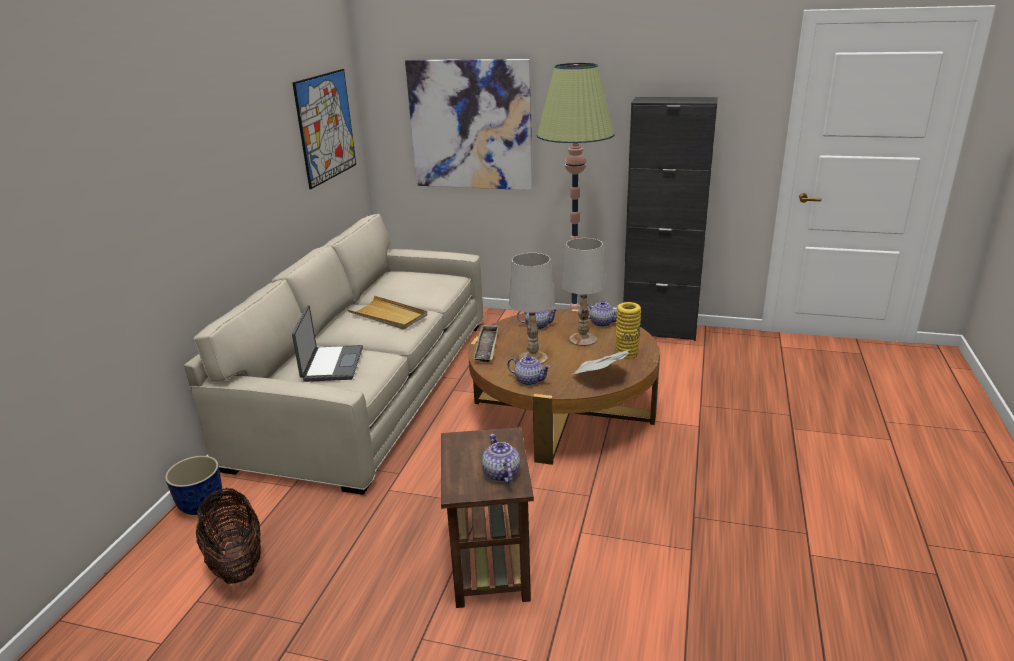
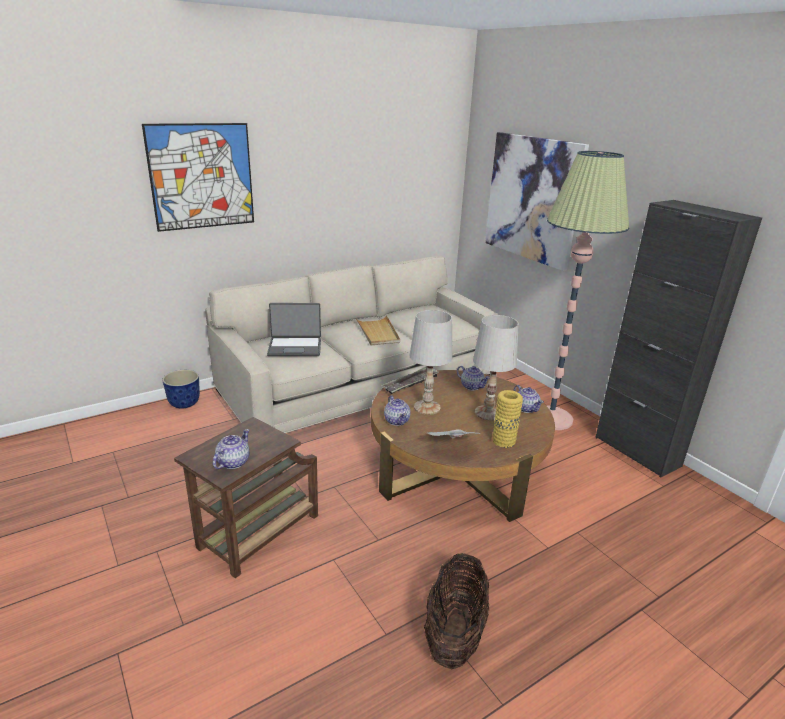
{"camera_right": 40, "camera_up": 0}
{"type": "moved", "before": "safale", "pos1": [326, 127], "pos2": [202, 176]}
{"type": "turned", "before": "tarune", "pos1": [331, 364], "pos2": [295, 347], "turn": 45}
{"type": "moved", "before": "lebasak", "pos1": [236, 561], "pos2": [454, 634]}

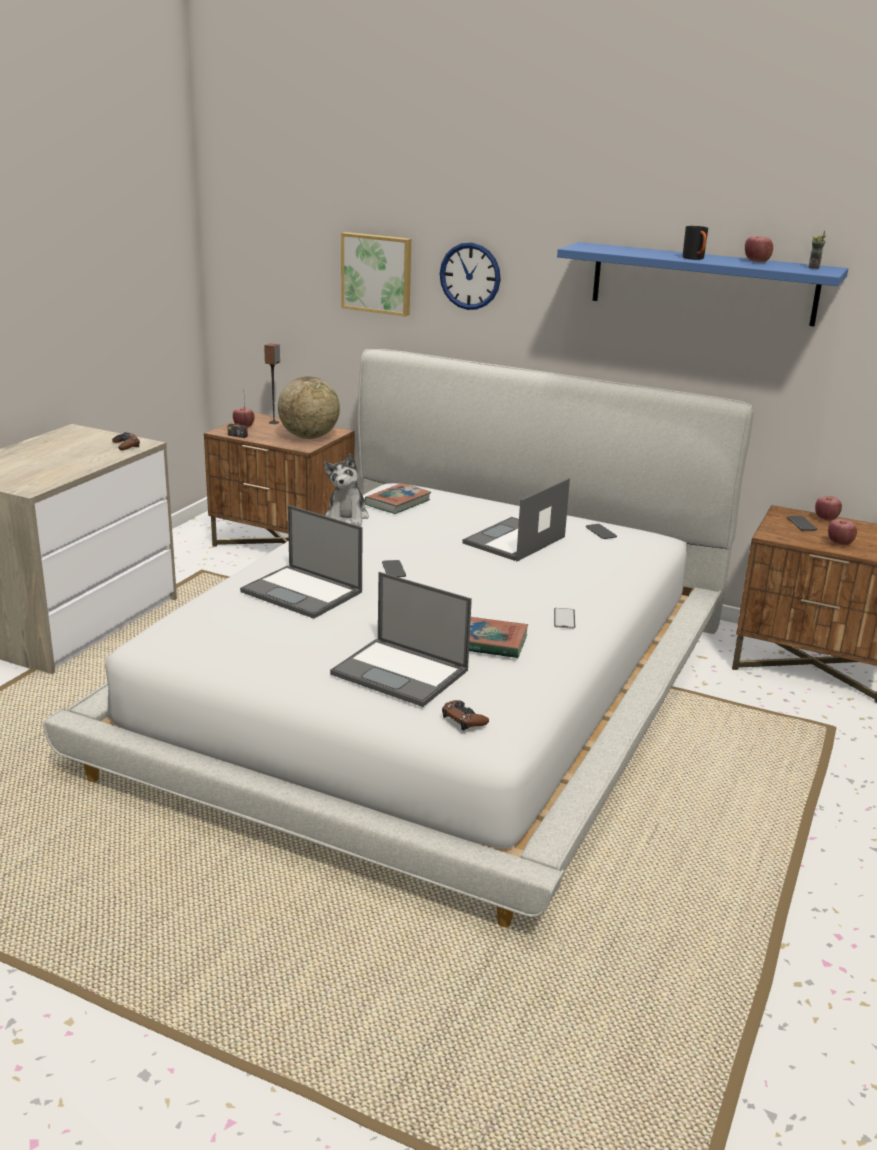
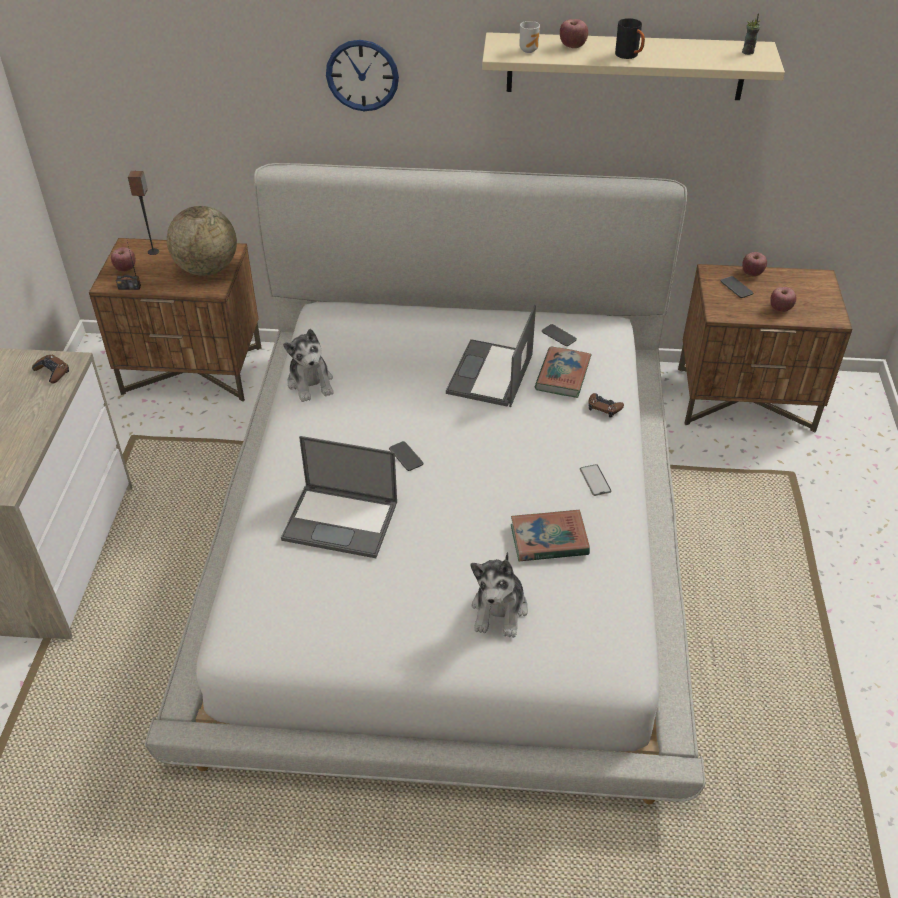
{"camera_right": -20, "camera_up": 20}
{"type": "removed", "before": "safale", "pos1": [377, 273]}
{"type": "moved", "before": "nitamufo", "pos1": [756, 261], "pos2": [572, 46]}
{"type": "recoloured", "before": "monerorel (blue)", "after": "monerorel (beige)", "pos1": [703, 283], "pos2": [625, 66]}
{"type": "moved", "before": "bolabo", "pos1": [397, 503], "pos2": [562, 375]}
{"type": "replaced", "before": "tarune", "after": "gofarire", "pos1": [401, 672], "pos2": [499, 610]}
{"type": "moved", "before": "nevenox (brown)", "pos1": [464, 719], "pos2": [604, 407]}
{"type": "added", "after": "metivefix", "pos2": [529, 50]}

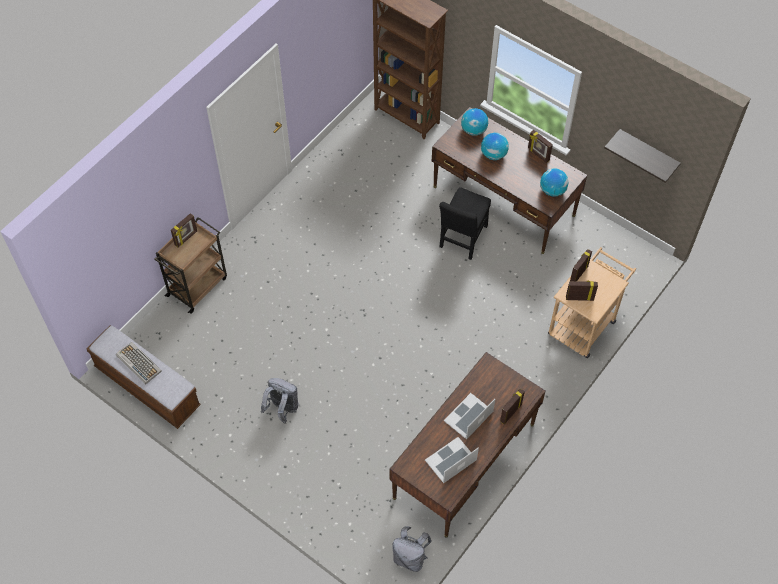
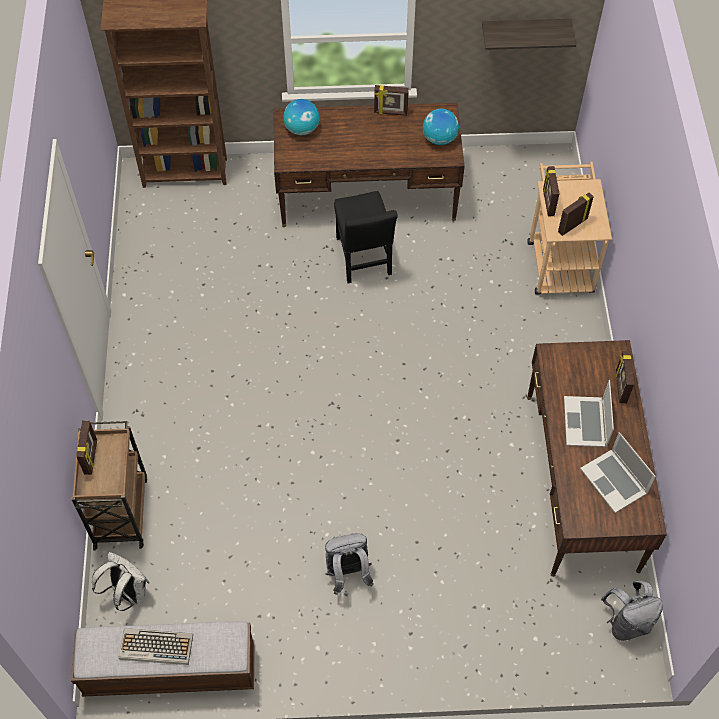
{"camera_right": -40, "camera_up": 0}
{"type": "removed", "before": "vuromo", "pos1": [493, 154]}
{"type": "turned", "before": "tarune", "pos1": [451, 460], "pos2": [614, 480], "turn": -45}
{"type": "added", "after": "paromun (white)", "pos2": [127, 592]}

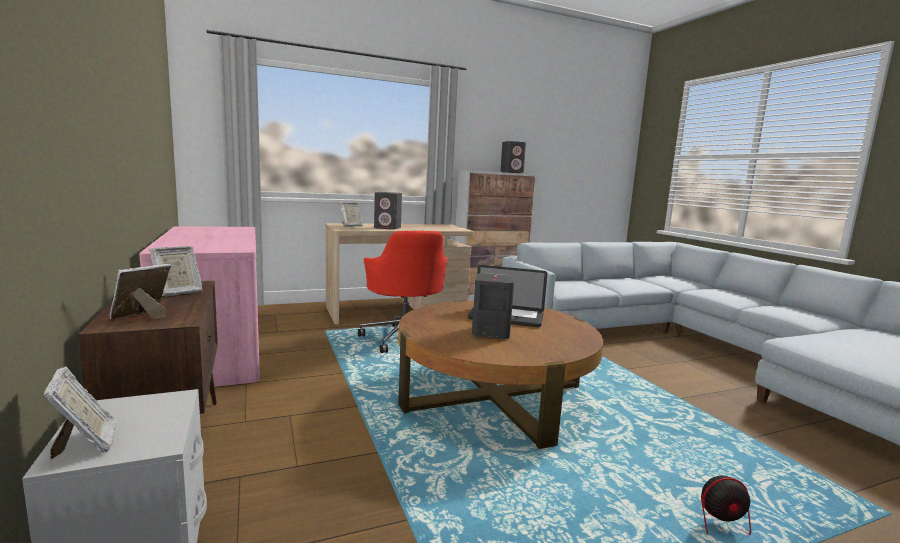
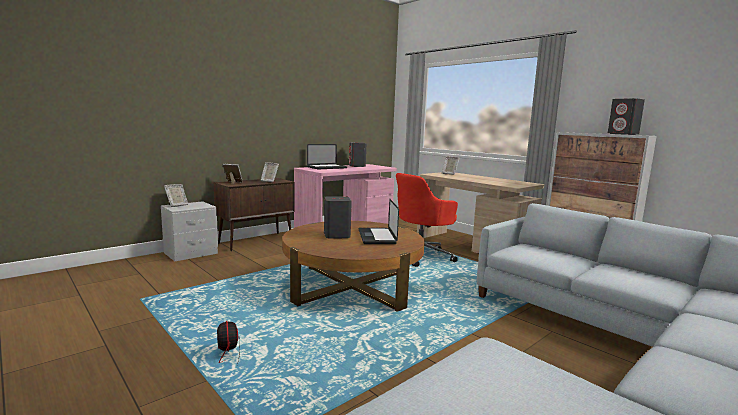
{"camera_right": 70, "camera_up": 0}
{"type": "moved", "before": "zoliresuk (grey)", "pos1": [388, 228], "pos2": [357, 166]}
{"type": "added", "after": "tarune", "pos2": [327, 167]}

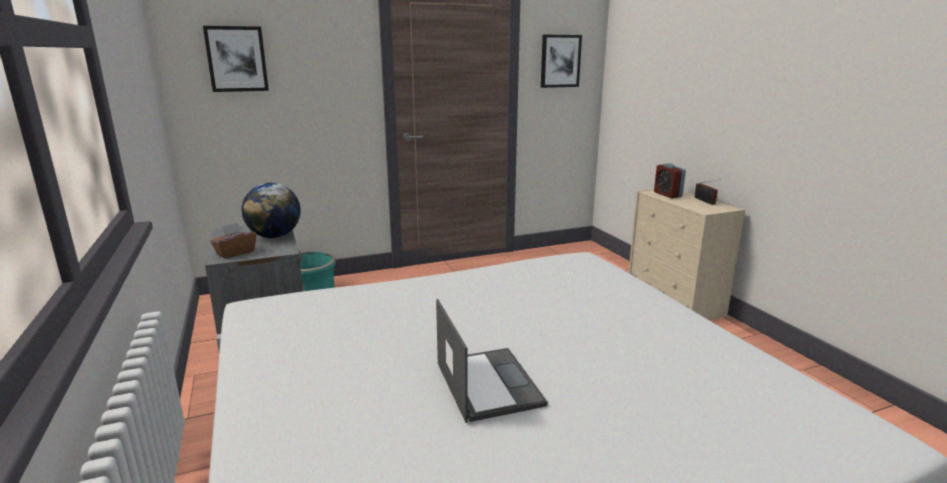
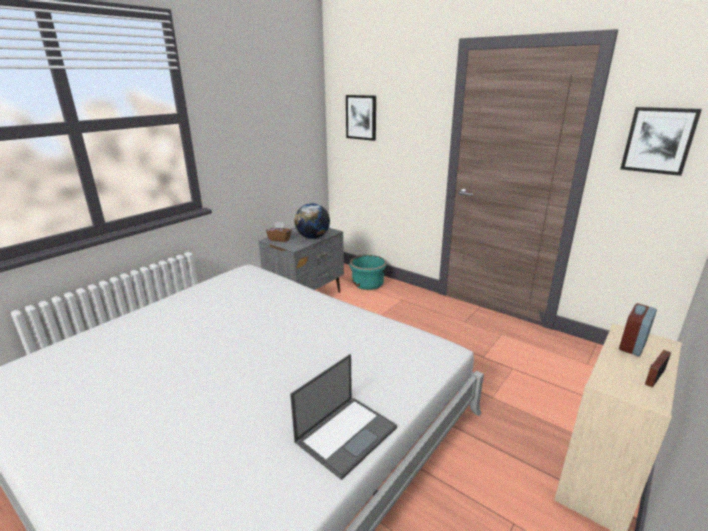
{"camera_right": 60, "camera_up": 5}
{"type": "moved", "before": "tarune", "pos1": [487, 383], "pos2": [346, 434]}

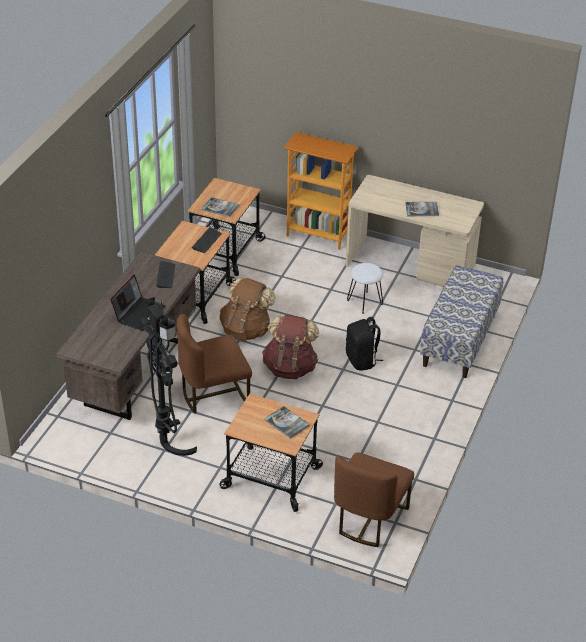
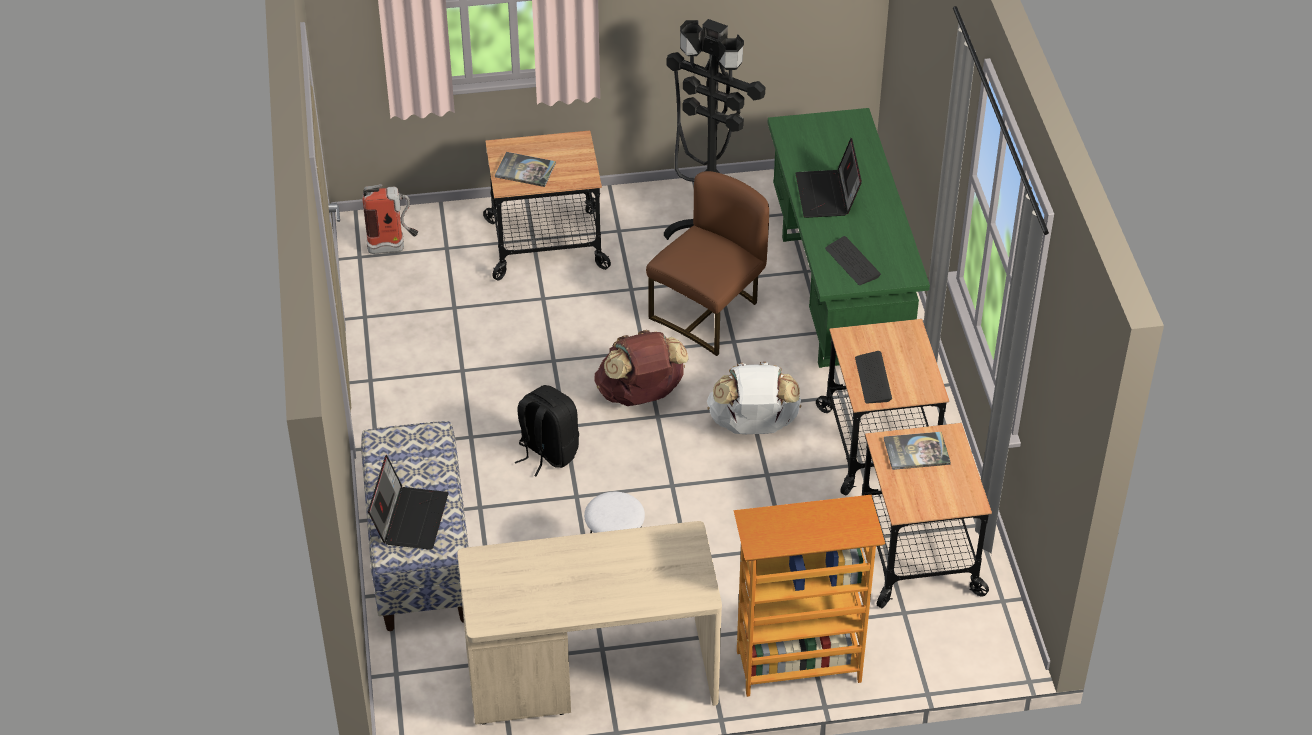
{"camera_right": 150, "camera_up": 5}
{"type": "removed", "before": "bolabo", "pos1": [422, 209]}
{"type": "recoloured", "before": "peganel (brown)", "after": "peganel (green)", "pos1": [135, 372], "pos2": [839, 297]}
{"type": "recoloured", "before": "paromun (brown)", "after": "paromun (white)", "pos1": [246, 330], "pos2": [753, 426]}
{"type": "replaced", "before": "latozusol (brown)", "after": "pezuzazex", "pos1": [369, 519], "pos2": [393, 247]}
{"type": "added", "after": "tarune", "pos2": [410, 517]}

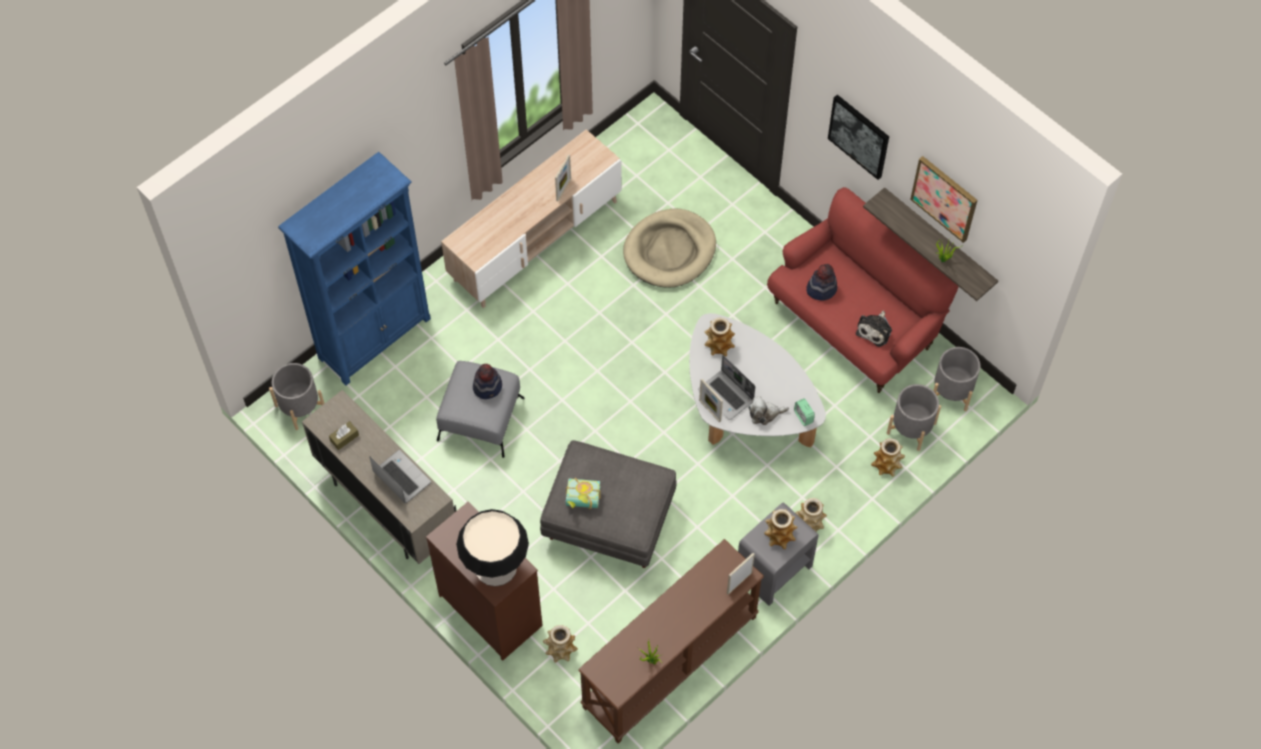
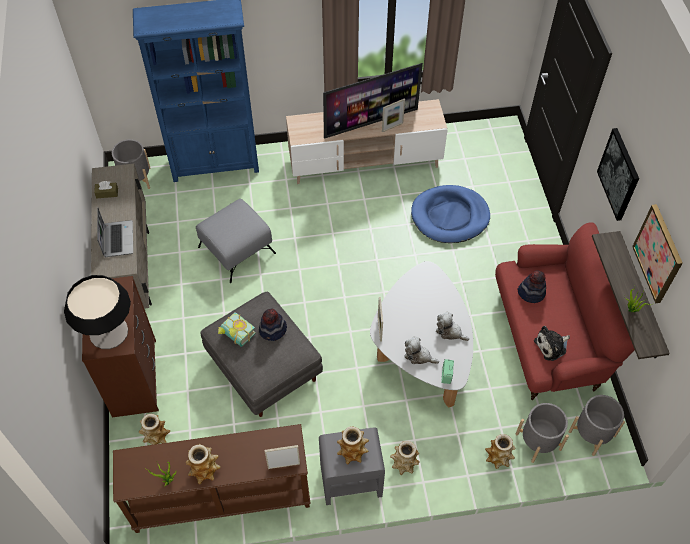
{"camera_right": 35, "camera_up": -5}
{"type": "recoloured", "before": "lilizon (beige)", "after": "lilizon (blue)", "pos1": [670, 251], "pos2": [450, 216]}
{"type": "moved", "before": "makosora", "pos1": [719, 344], "pos2": [204, 469]}
{"type": "removed", "before": "tarune", "pos1": [726, 395]}
{"type": "moved", "before": "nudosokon", "pos1": [488, 386], "pos2": [273, 330]}
{"type": "added", "after": "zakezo", "pos2": [370, 122]}
{"type": "added", "after": "gofarire", "pos2": [450, 331]}

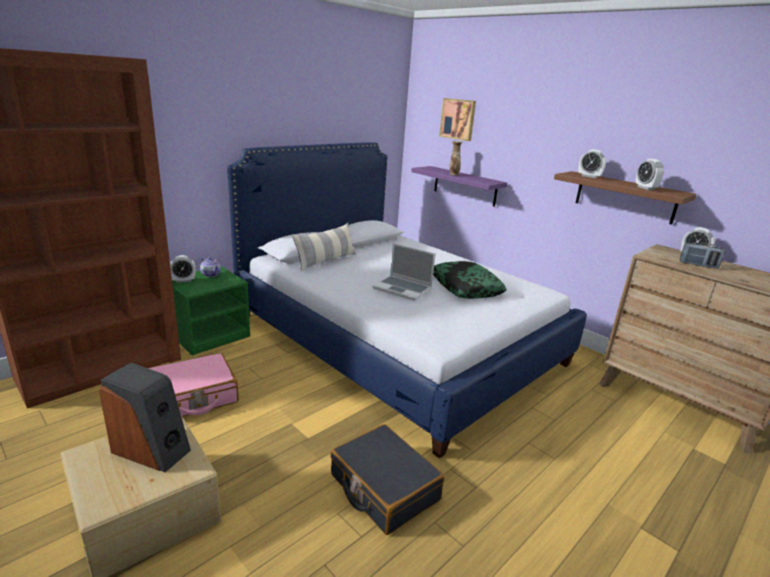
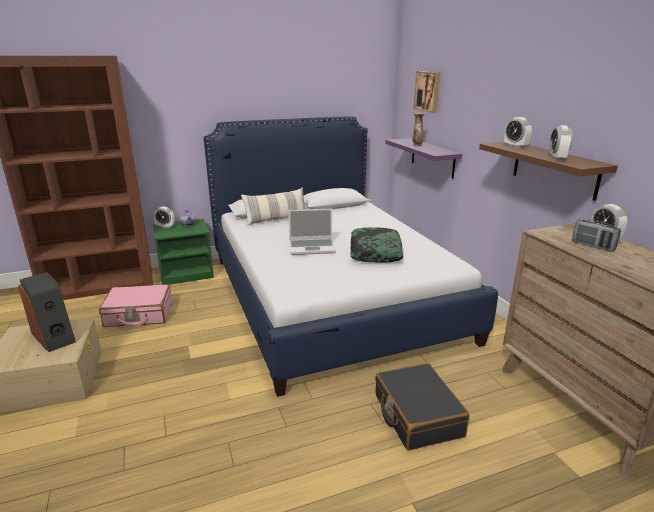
{"camera_right": 25, "camera_up": 0}
{"type": "turned", "before": "tarune", "pos1": [403, 289], "pos2": [312, 247], "turn": -60}
{"type": "moved", "before": "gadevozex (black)", "pos1": [383, 487], "pos2": [417, 415]}

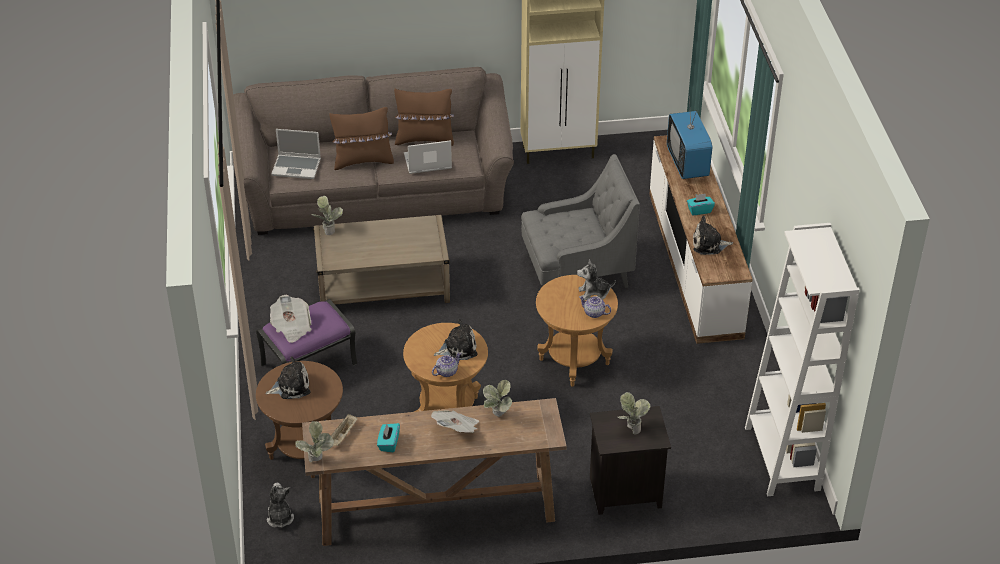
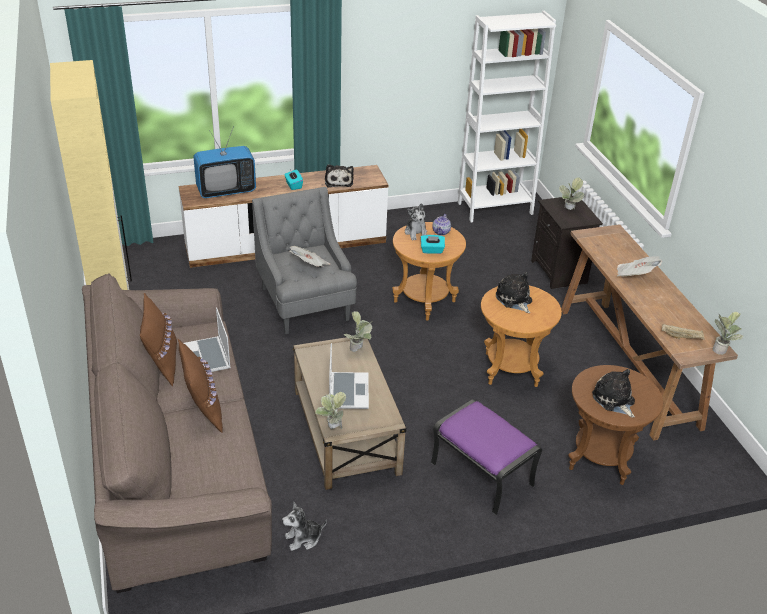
{"camera_right": -100, "camera_up": -5}
{"type": "moved", "before": "tarune", "pos1": [297, 167], "pos2": [347, 391]}
{"type": "moved", "before": "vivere", "pos1": [291, 327], "pos2": [310, 265]}
{"type": "removed", "before": "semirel", "pos1": [446, 372]}
{"type": "moved", "before": "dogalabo", "pos1": [497, 416], "pos2": [359, 349]}
{"type": "moved", "before": "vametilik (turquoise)", "pos1": [388, 443], "pos2": [432, 250]}
{"type": "moved", "before": "gofarire", "pos1": [280, 518], "pos2": [303, 538]}

